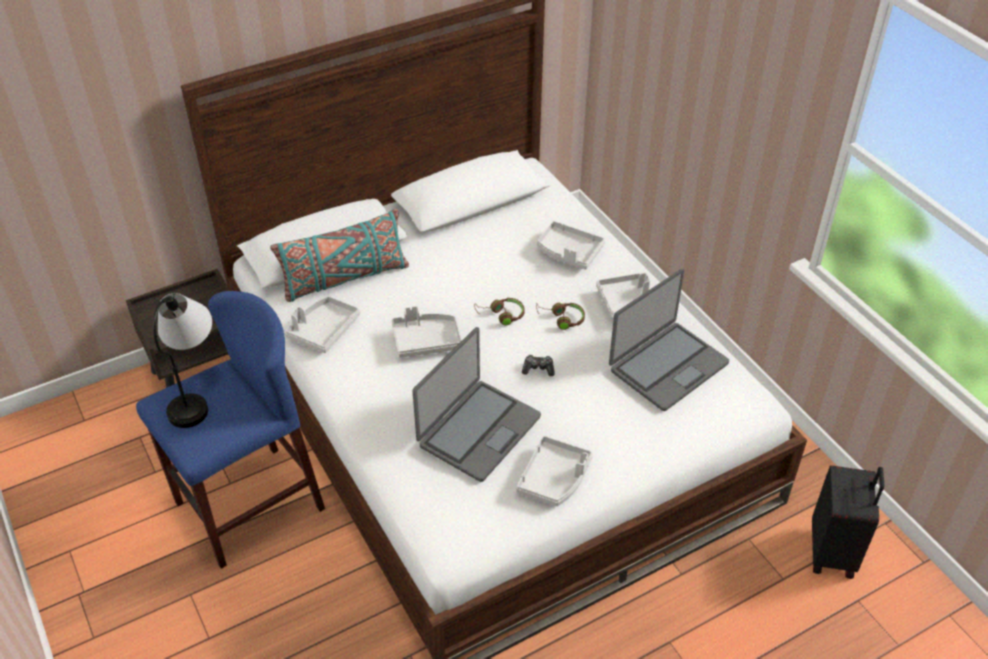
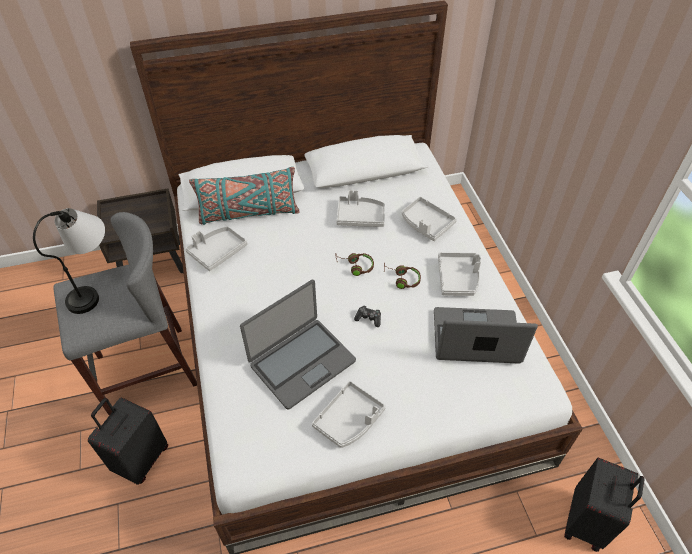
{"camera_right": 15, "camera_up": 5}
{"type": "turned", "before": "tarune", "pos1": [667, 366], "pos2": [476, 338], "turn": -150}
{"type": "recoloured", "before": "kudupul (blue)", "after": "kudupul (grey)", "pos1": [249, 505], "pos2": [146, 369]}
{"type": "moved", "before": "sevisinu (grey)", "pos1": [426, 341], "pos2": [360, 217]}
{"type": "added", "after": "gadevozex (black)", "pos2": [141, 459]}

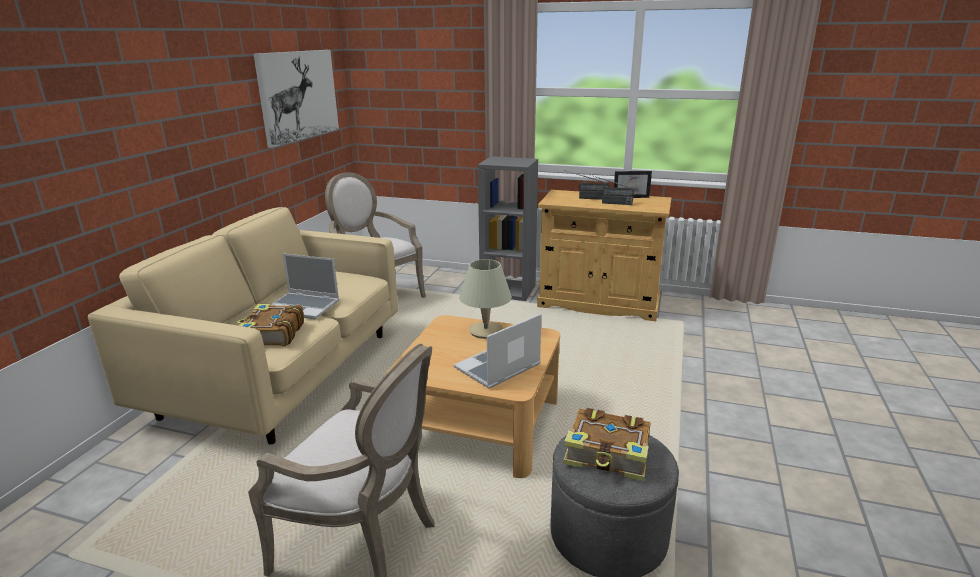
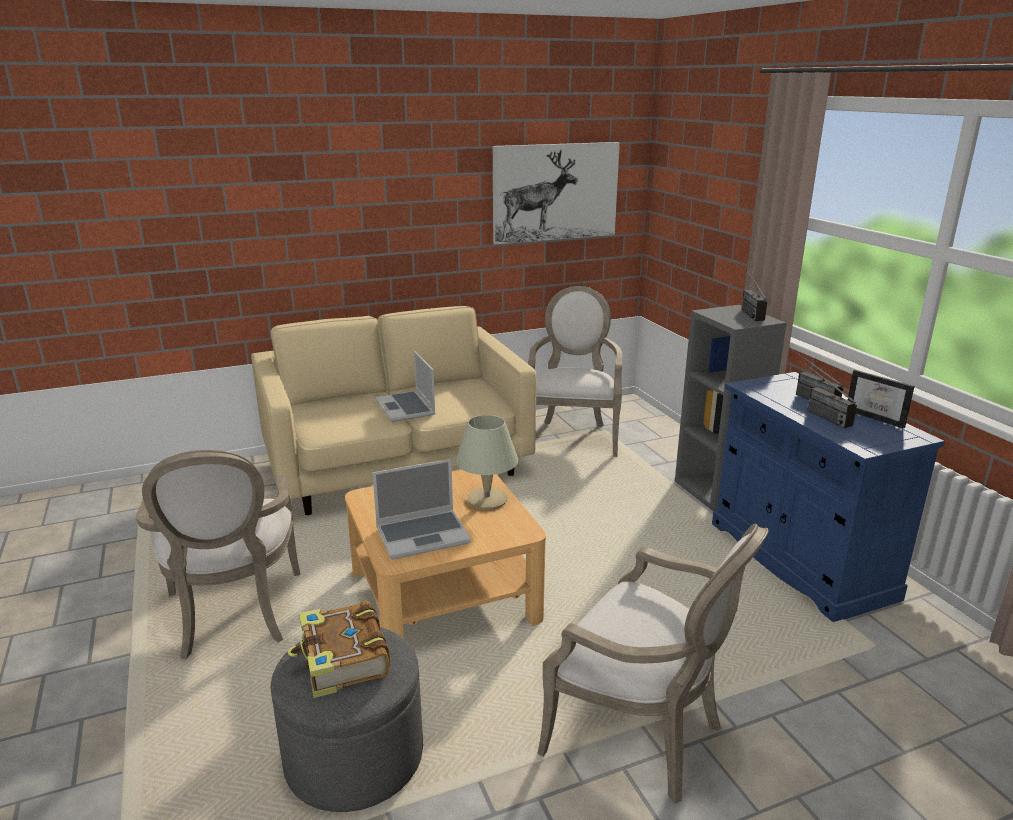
{"camera_right": 50, "camera_up": 0}
{"type": "recoloured", "before": "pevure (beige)", "after": "pevure (blue)", "pos1": [598, 303], "pos2": [799, 560]}
{"type": "removed", "before": "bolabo", "pos1": [272, 335]}
{"type": "turned", "before": "tarune", "pos1": [497, 367], "pos2": [423, 535], "turn": 150}
{"type": "added", "after": "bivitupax", "pos2": [747, 312]}
{"type": "added", "after": "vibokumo", "pos2": [642, 736]}

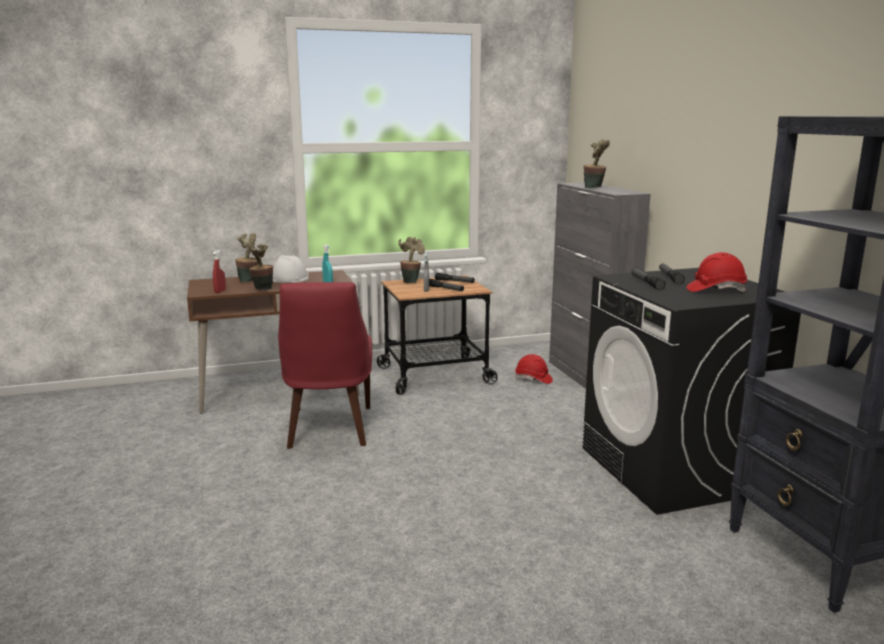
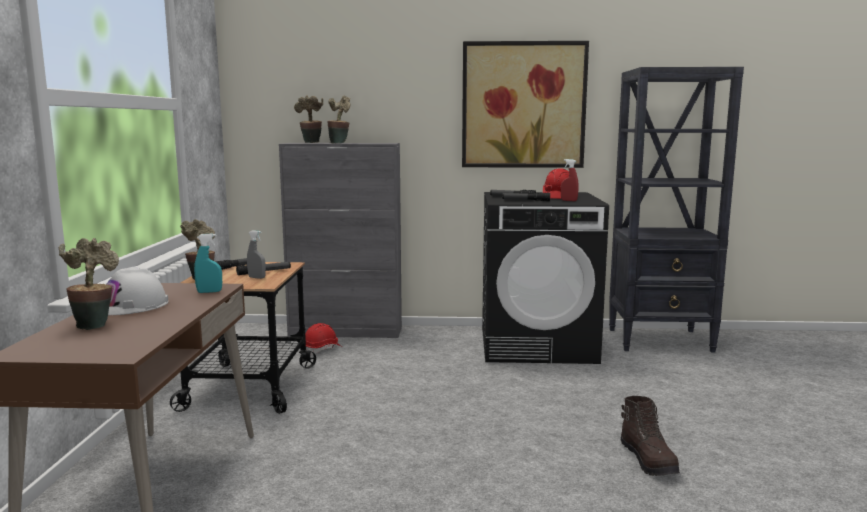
{"camera_right": -70, "camera_up": -5}
{"type": "moved", "before": "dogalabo", "pos1": [261, 289], "pos2": [311, 143]}
{"type": "moved", "before": "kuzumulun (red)", "pos1": [220, 291], "pos2": [568, 200]}
{"type": "removed", "before": "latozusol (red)", "pos1": [329, 429]}
{"type": "added", "after": "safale", "pos2": [523, 105]}
{"type": "added", "after": "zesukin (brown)", "pos2": [649, 460]}

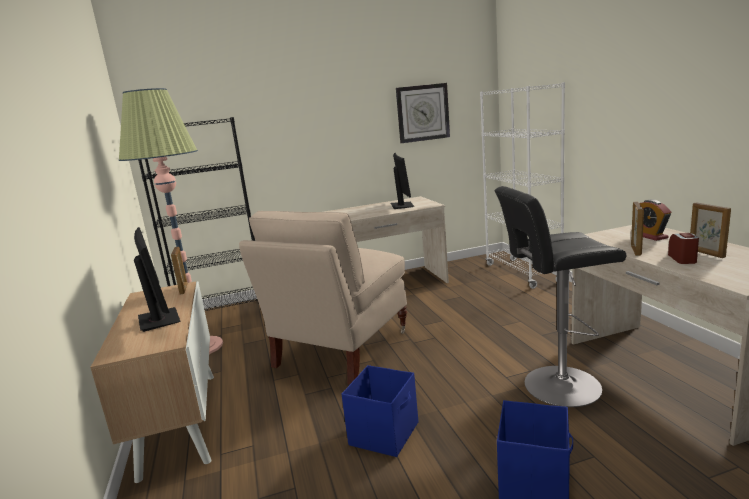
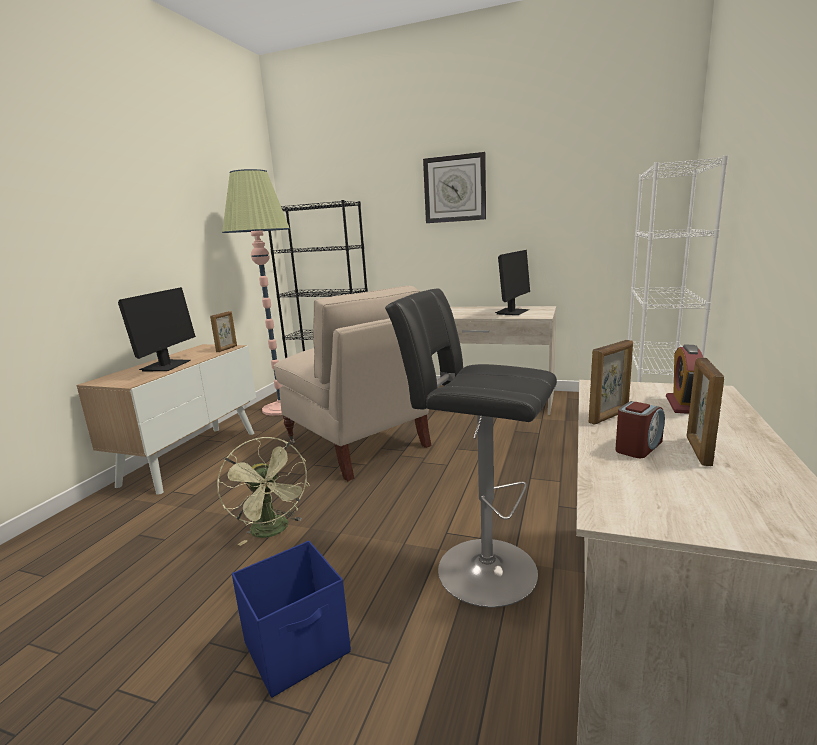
{"camera_right": 35, "camera_up": 0}
{"type": "moved", "before": "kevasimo", "pos1": [422, 113], "pos2": [455, 189]}
{"type": "turned", "before": "latozusol (beige)", "pos1": [340, 349], "pos2": [358, 445], "turn": -105}
{"type": "replaced", "before": "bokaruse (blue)", "after": "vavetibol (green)", "pos1": [385, 433], "pos2": [273, 531]}

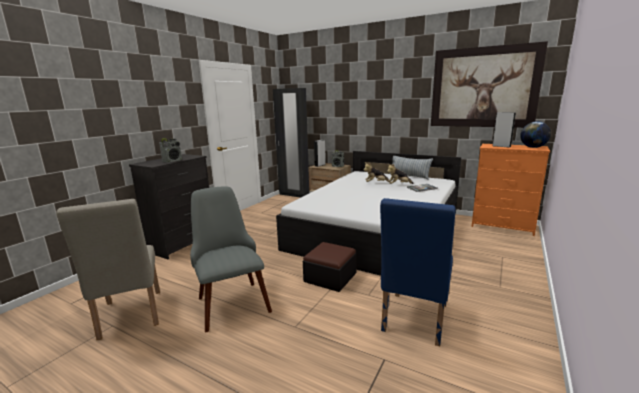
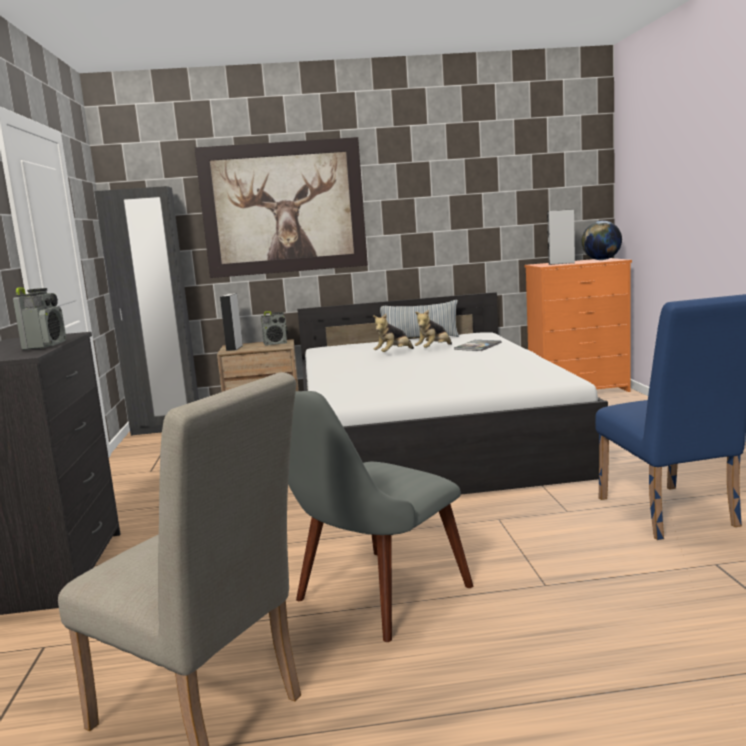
{"camera_right": -35, "camera_up": -5}
{"type": "moved", "before": "safale", "pos1": [483, 87], "pos2": [283, 208]}
{"type": "turned", "before": "latozusol (grey)", "pos1": [230, 299], "pos2": [368, 602], "turn": -75}
{"type": "removed", "before": "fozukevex", "pos1": [330, 277]}

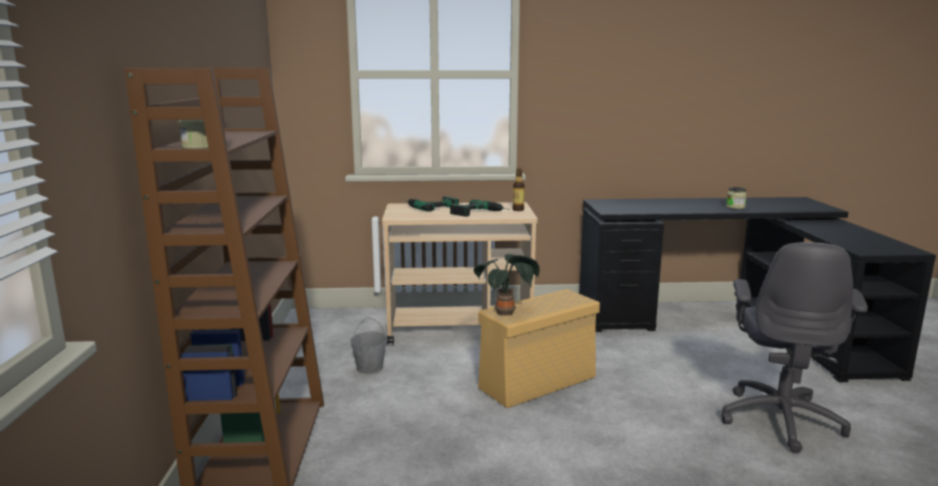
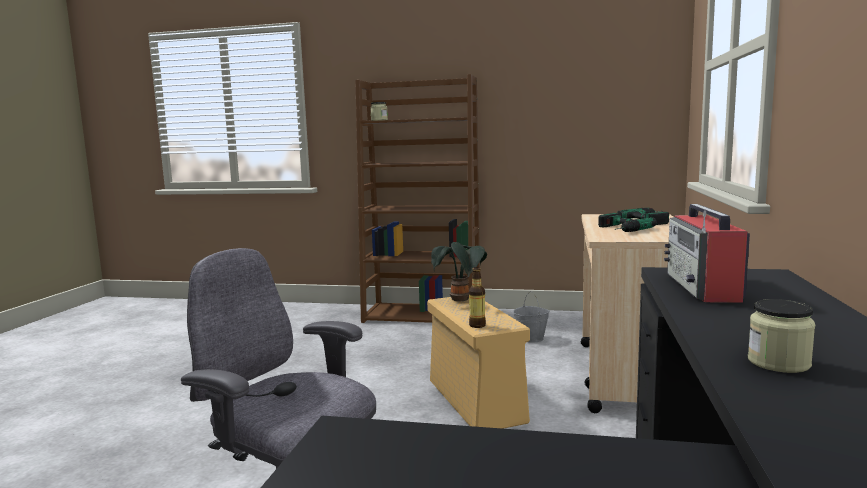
{"camera_right": 105, "camera_up": -5}
{"type": "moved", "before": "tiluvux", "pos1": [518, 210], "pos2": [477, 325]}
{"type": "added", "after": "bivitupax", "pos2": [703, 287]}

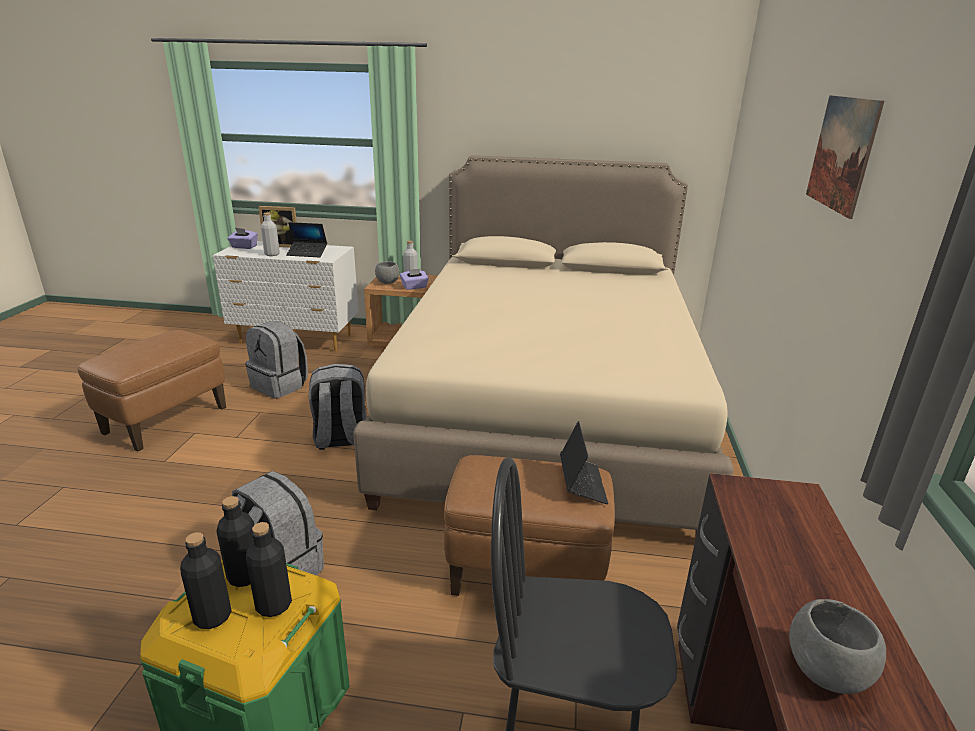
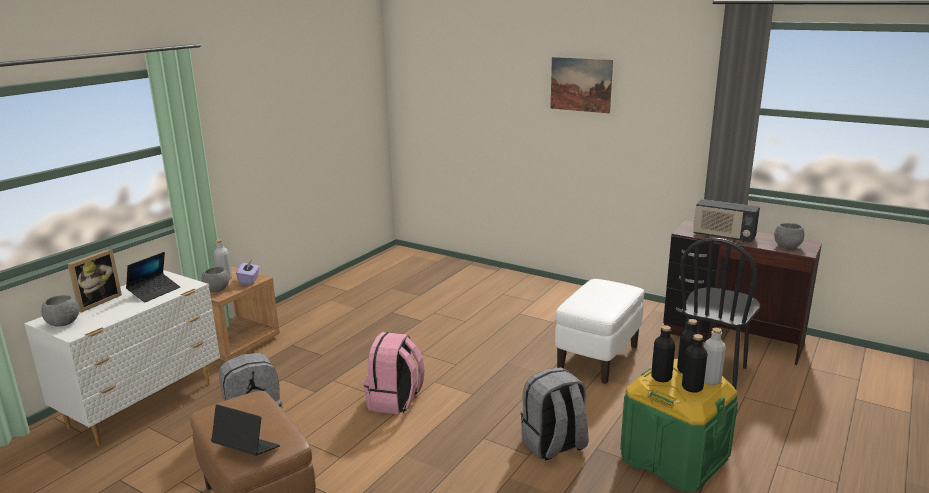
{"camera_right": -65, "camera_up": -5}
{"type": "removed", "before": "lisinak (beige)", "pos1": [545, 411]}
{"type": "moved", "before": "tiluvux (grey)", "pos1": [272, 254], "pos2": [710, 380]}
{"type": "replaced", "before": "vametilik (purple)", "after": "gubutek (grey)", "pos1": [244, 247], "pos2": [63, 323]}
{"type": "recoloured", "before": "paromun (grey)", "after": "paromun (pink)", "pos1": [341, 439], "pos2": [395, 401]}
{"type": "moved", "before": "tarune", "pos1": [582, 484], "pos2": [246, 449]}
{"type": "recoloured", "before": "fozukevex (brown)", "after": "fozukevex (white)", "pos1": [526, 573], "pos2": [598, 358]}
{"type": "added", "after": "bivitupax", "pos2": [723, 236]}

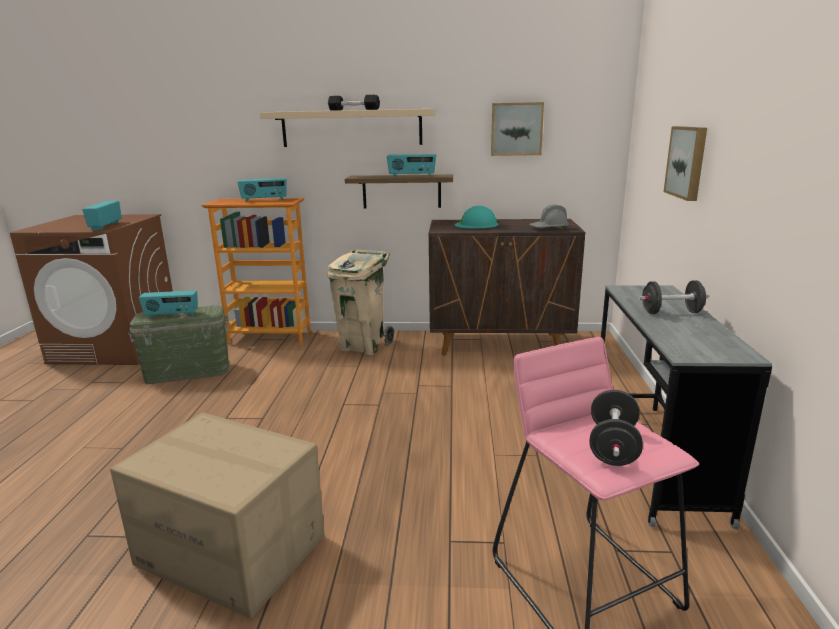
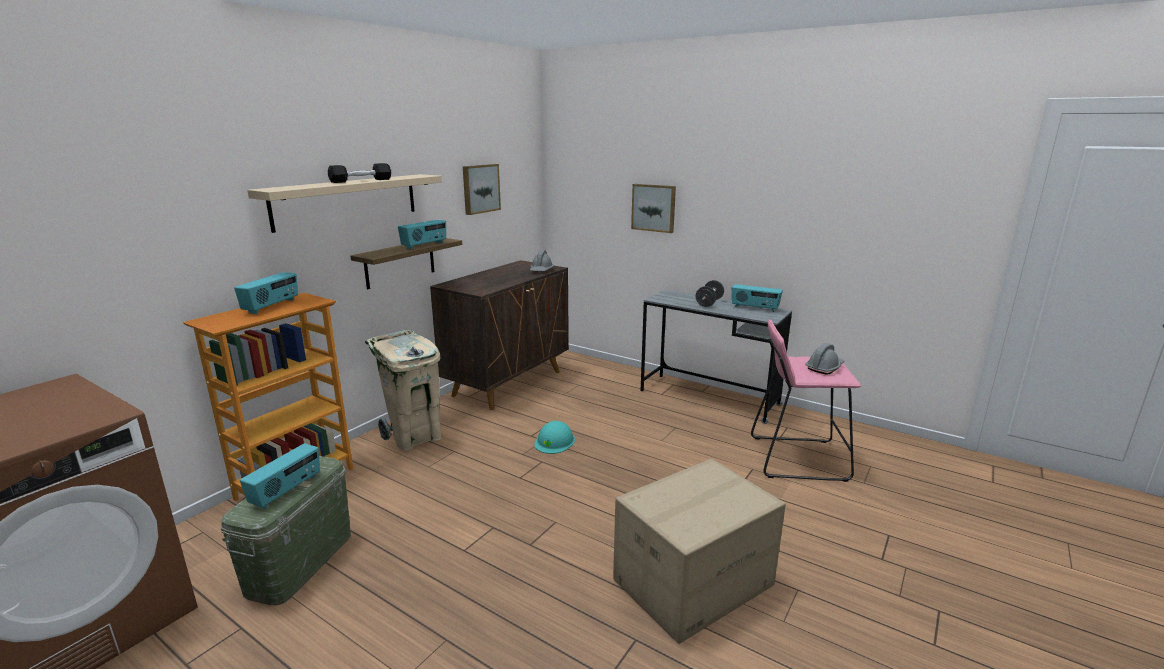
{"camera_right": -60, "camera_up": 0}
{"type": "moved", "before": "bivitupax", "pos1": [105, 226], "pos2": [754, 308]}
{"type": "moved", "before": "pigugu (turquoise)", "pos1": [476, 224], "pos2": [554, 441]}
{"type": "replaced", "before": "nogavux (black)", "after": "pigugu (grey)", "pos1": [613, 446], "pos2": [824, 367]}

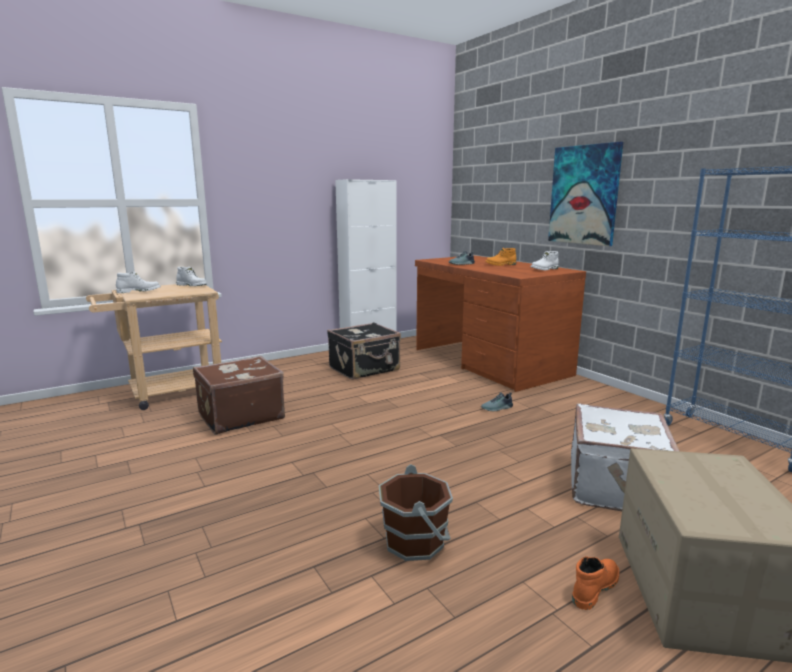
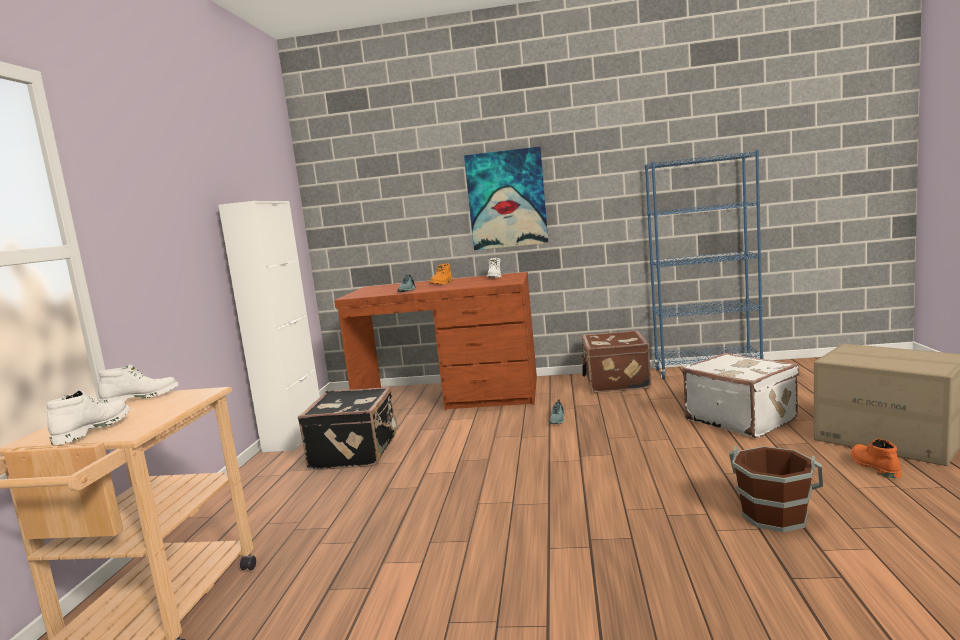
{"camera_right": -50, "camera_up": -5}
{"type": "moved", "before": "gadevozex (brown)", "pos1": [240, 416], "pos2": [615, 382]}

